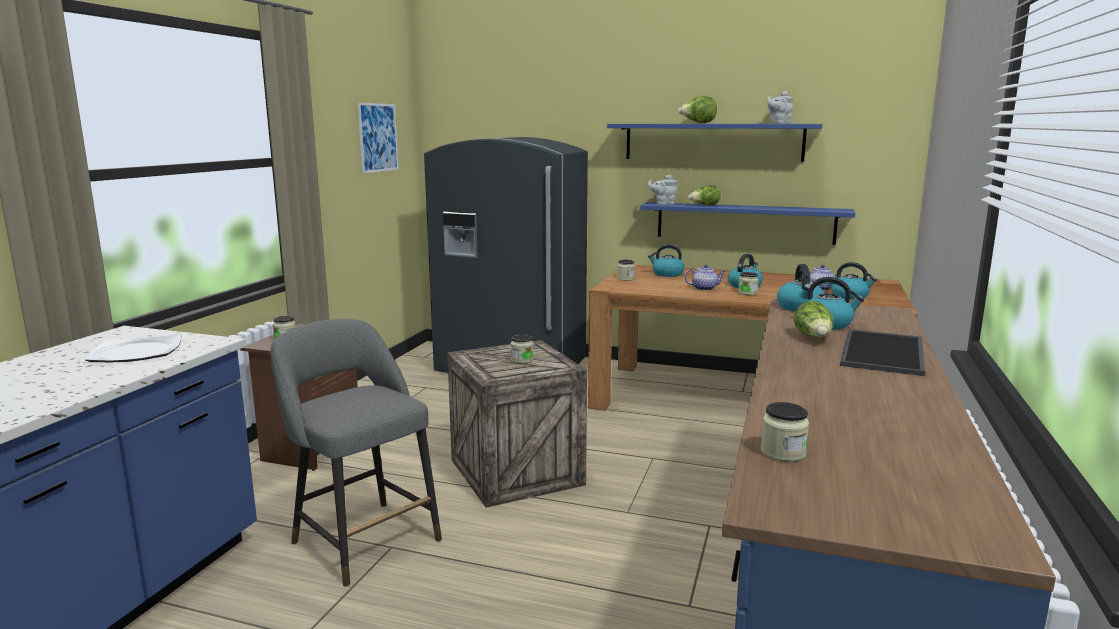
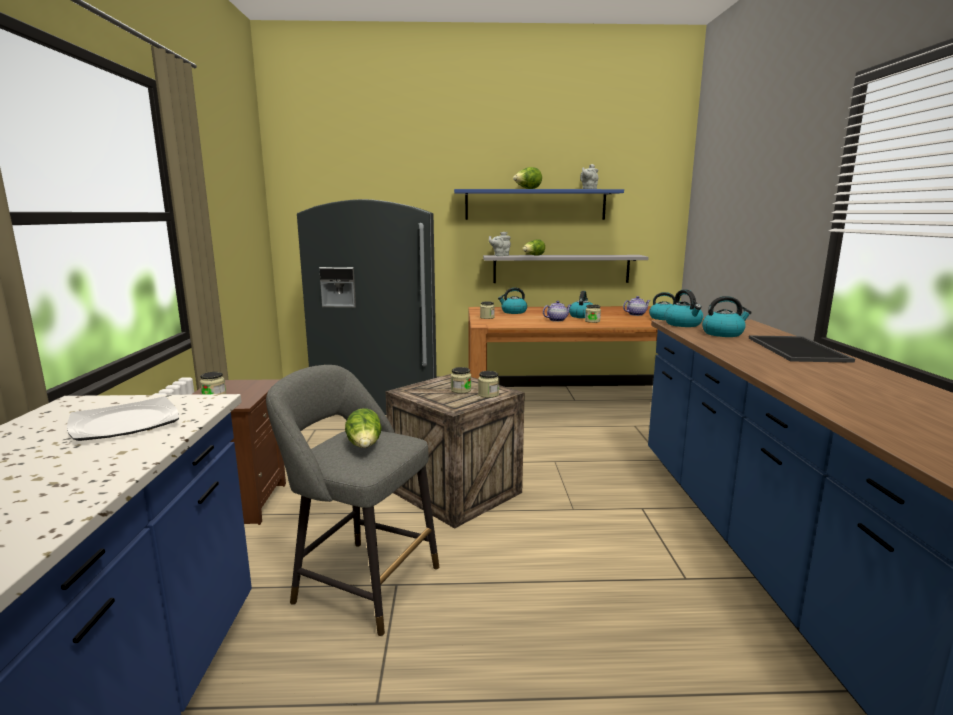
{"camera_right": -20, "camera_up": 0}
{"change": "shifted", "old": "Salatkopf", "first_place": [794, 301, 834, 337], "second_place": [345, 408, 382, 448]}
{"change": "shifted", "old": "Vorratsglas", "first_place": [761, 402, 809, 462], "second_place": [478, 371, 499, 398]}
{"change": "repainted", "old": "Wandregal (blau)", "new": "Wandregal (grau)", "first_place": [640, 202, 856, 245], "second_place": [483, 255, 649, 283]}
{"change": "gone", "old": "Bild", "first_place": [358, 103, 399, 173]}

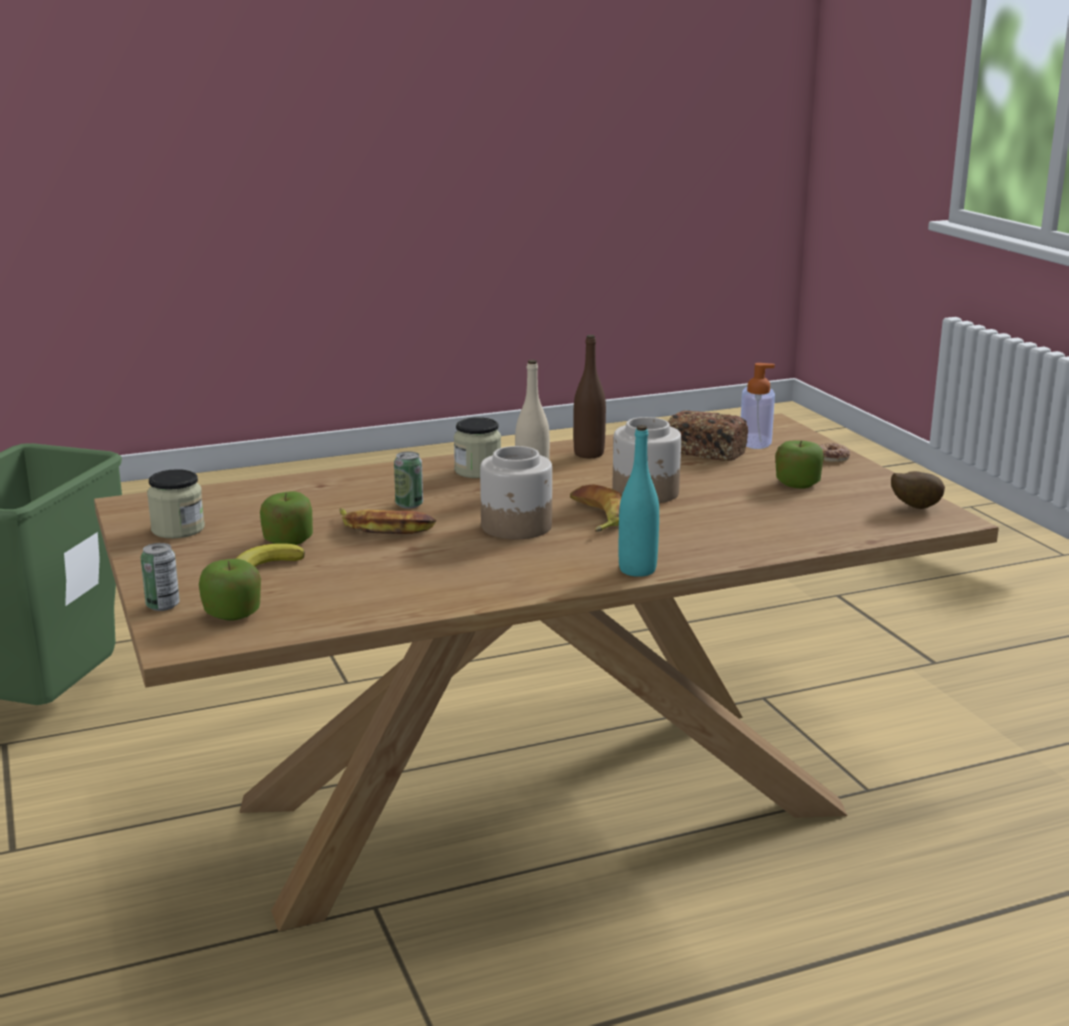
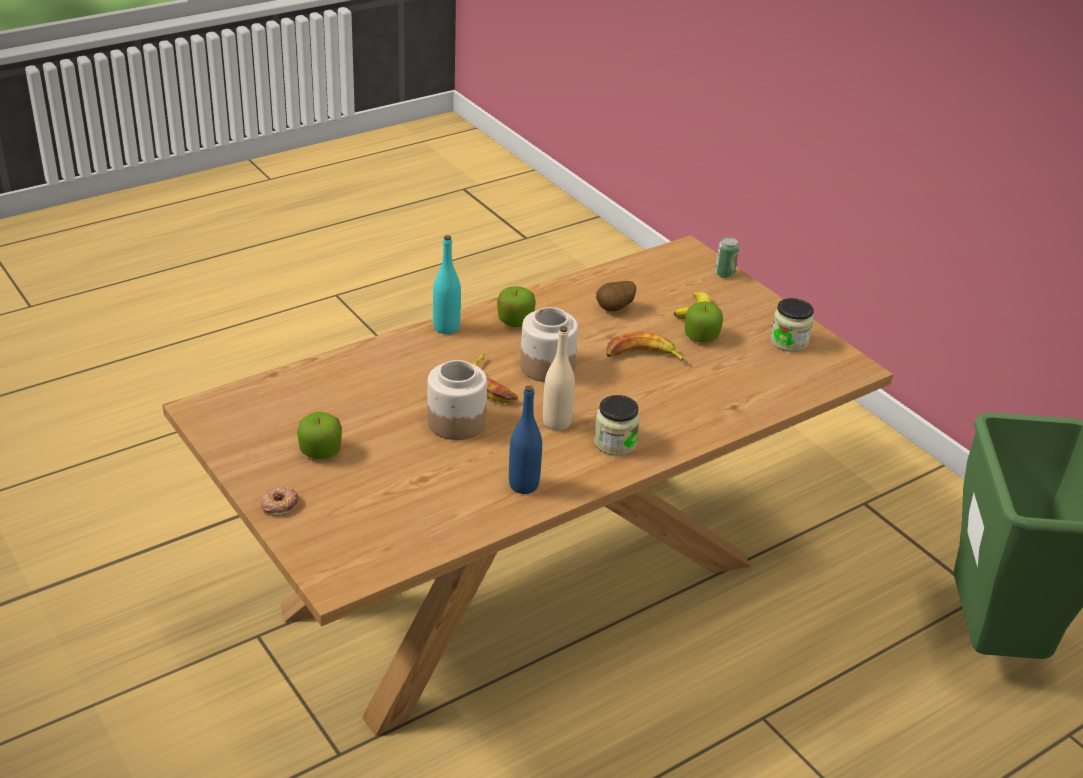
{"camera_right": 165, "camera_up": 15}
{"change": "shifted", "old": "Apfel", "first_place": [199, 559, 261, 620], "second_place": [497, 286, 536, 327]}
{"change": "repainted", "old": "Flasche (braun)", "new": "Flasche (blau)", "first_place": [573, 335, 606, 458], "second_place": [509, 385, 542, 494]}
{"change": "shifted", "old": "Kartoffel", "first_place": [891, 471, 945, 509], "second_place": [596, 281, 636, 312]}
{"change": "gone", "old": "Dose", "first_place": [394, 451, 423, 509]}
{"change": "gone", "old": "Brot", "first_place": [668, 410, 748, 461]}
{"change": "gone", "old": "Seifenspender", "first_place": [741, 363, 775, 449]}

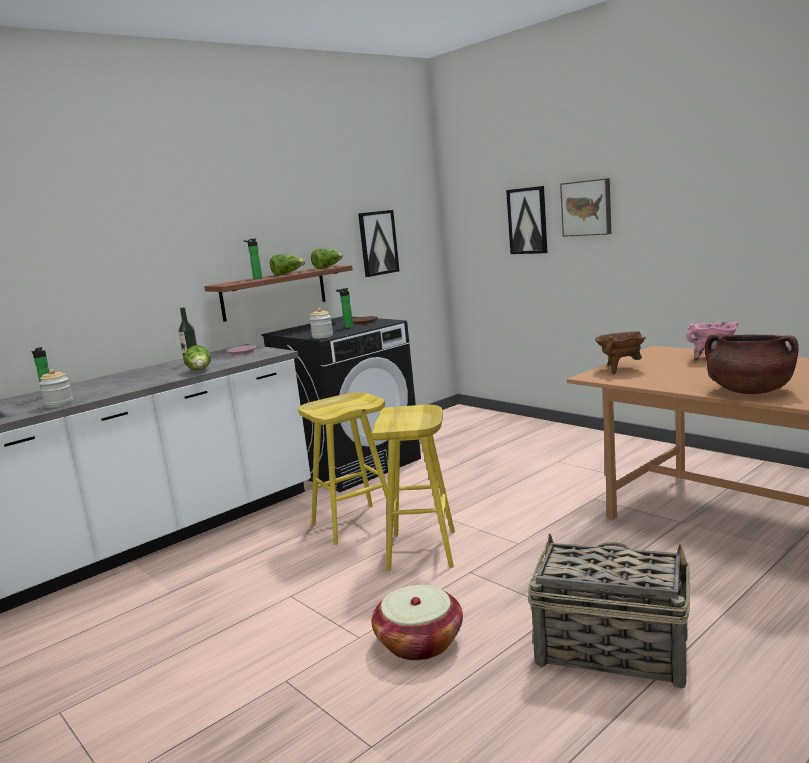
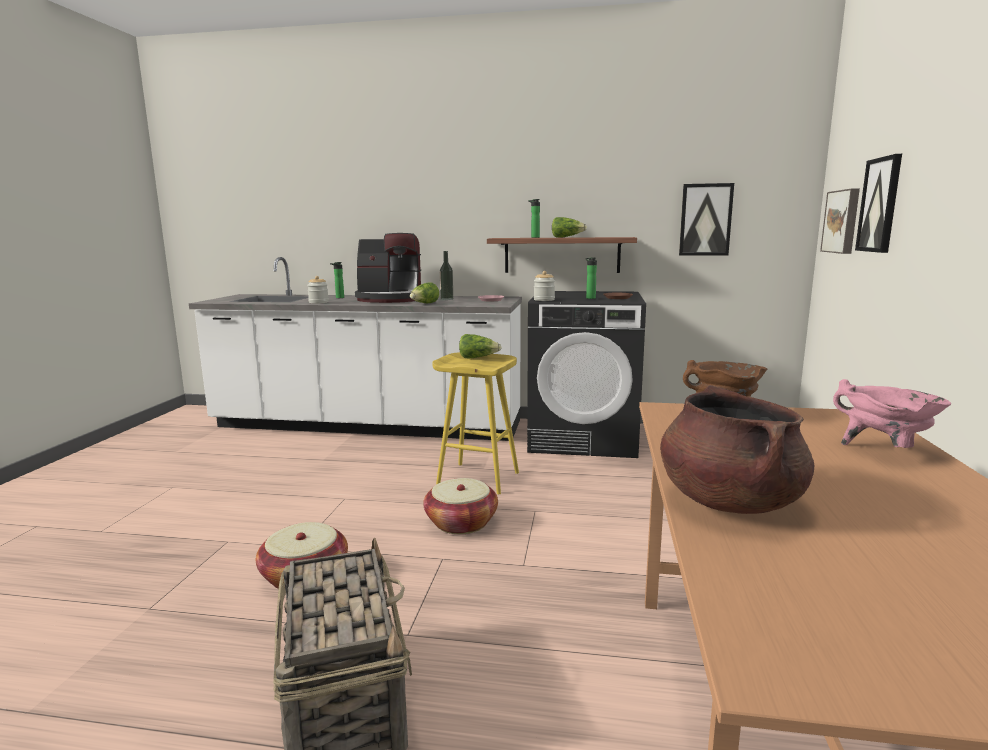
{"camera_right": 50, "camera_up": 0}
{"change": "new", "new": "Kaffeemaschine", "second_place": [355, 233, 421, 303]}
{"change": "swapped", "old": "Hocker (gelb)", "new": "Korb", "first_place": [371, 405, 455, 571], "second_place": [423, 478, 498, 534]}
{"change": "shifted", "old": "Salatkopf", "first_place": [311, 249, 343, 269], "second_place": [459, 334, 502, 358]}
{"change": "shifted", "old": "Bild", "first_place": [560, 178, 611, 237], "second_place": [820, 188, 860, 254]}

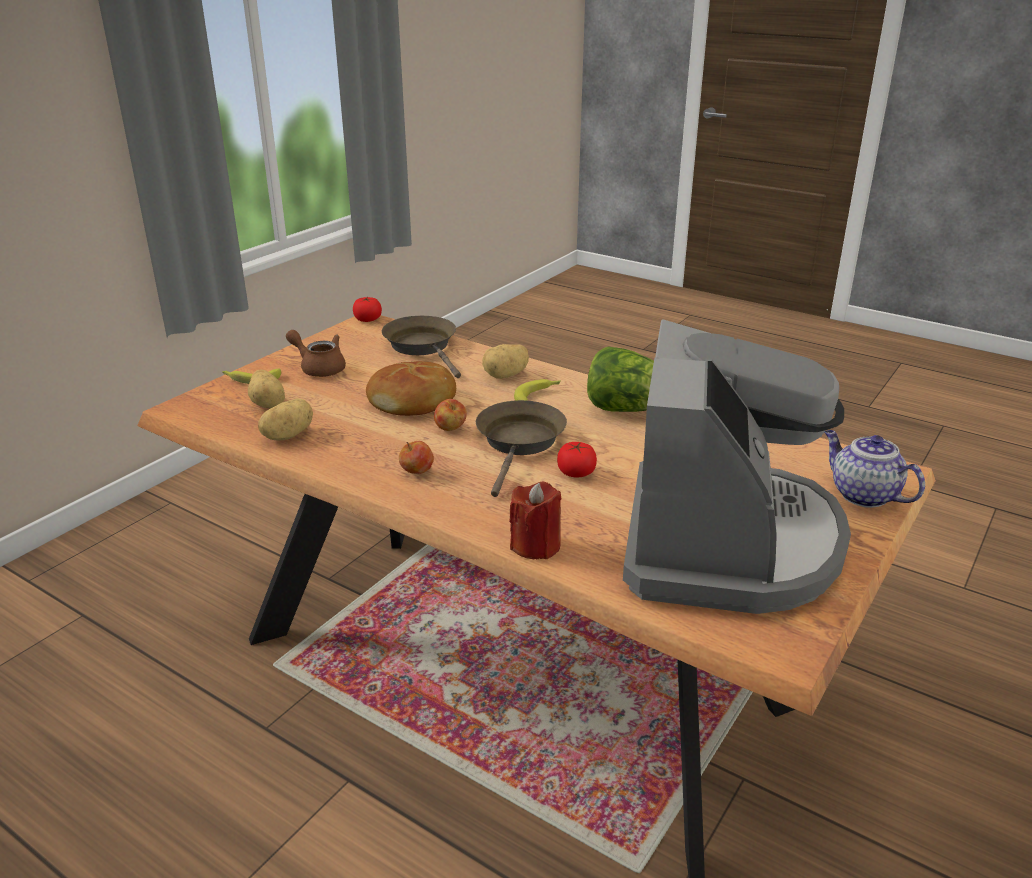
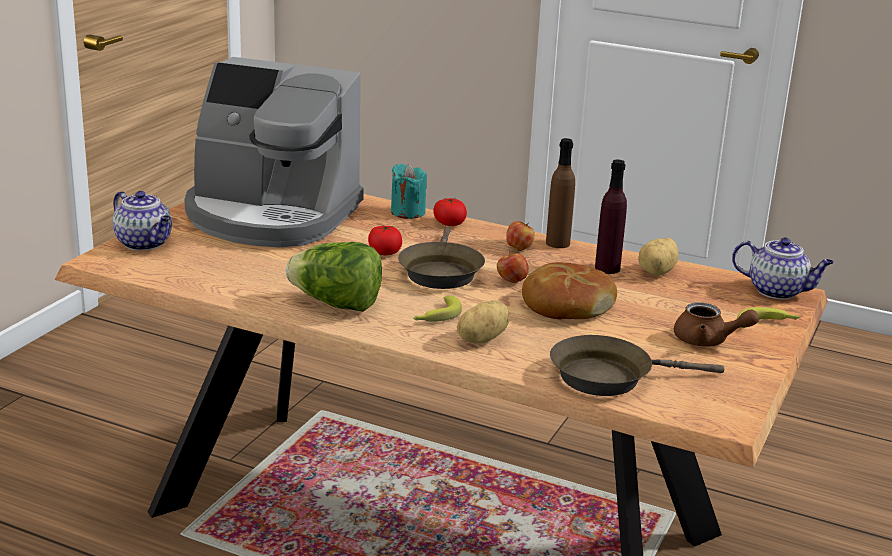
{"camera_right": 170, "camera_up": -5}
{"change": "rotated", "old": "Kaffeemaschine", "first_place": [623, 319, 851, 614], "second_place": [184, 57, 364, 247], "degrees": -75}
{"change": "repainted", "old": "Kerze (rot)", "new": "Kerze (türkis)", "first_place": [509, 482, 562, 559], "second_place": [391, 164, 427, 219]}
{"change": "shifted", "old": "Tomate", "first_place": [353, 297, 382, 322], "second_place": [433, 198, 467, 226]}
{"change": "new", "new": "Flasche (braun)", "second_place": [546, 138, 575, 248]}
{"change": "rotated", "old": "Pfanne (braun)", "first_place": [382, 316, 461, 378], "second_place": [550, 335, 724, 396], "degrees": 120}
{"change": "new", "new": "Flasche (lila)", "second_place": [595, 160, 627, 274]}
{"change": "new", "new": "Teekanne", "second_place": [732, 238, 834, 299]}
{"change": "gone", "old": "Kartoffel", "first_place": [248, 370, 285, 408]}

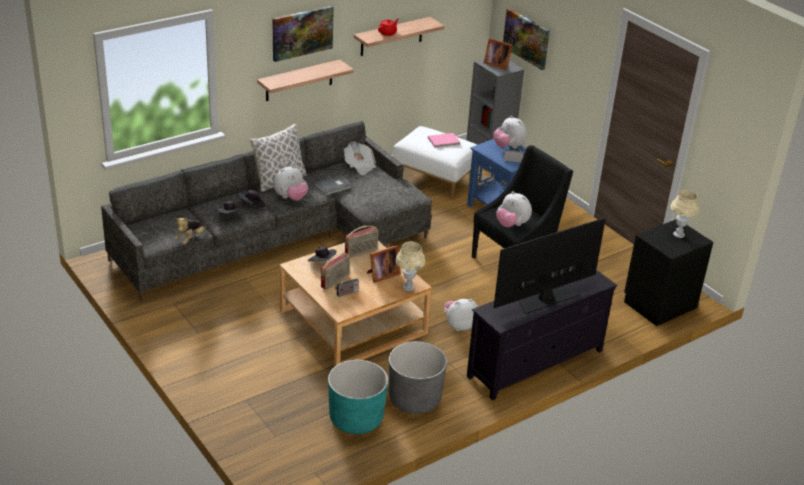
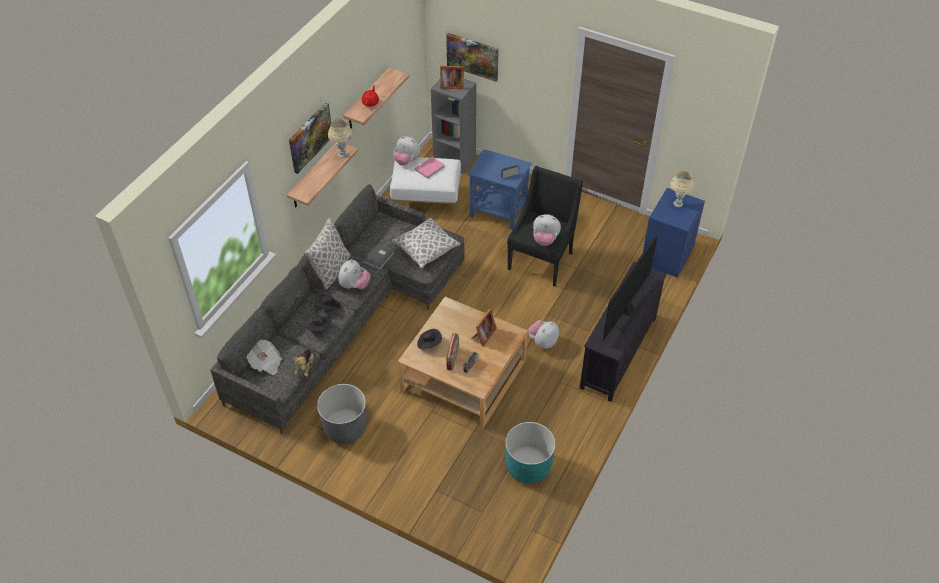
{"camera_right": -25, "camera_up": 15}
{"change": "shifted", "old": "Zeitung", "first_place": [344, 142, 376, 175], "second_place": [246, 340, 283, 375]}
{"change": "shifted", "old": "Pflanzkübel (grau)", "first_place": [389, 341, 447, 414], "second_place": [317, 384, 367, 444]}
{"change": "shifted", "old": "Tischlampe (beige)", "first_place": [396, 241, 425, 291], "second_place": [328, 118, 353, 158]}
{"change": "new", "new": "Kissen", "second_place": [392, 218, 460, 269]}
{"change": "shifted", "old": "Plüschtier", "first_place": [493, 115, 527, 149], "second_place": [393, 136, 420, 165]}
{"change": "repainted", "old": "Nachttisch (schwarz)", "new": "Nachttisch (blau)", "first_place": [624, 219, 713, 326], "second_place": [642, 188, 705, 277]}
{"change": "gone", "old": "Radio", "first_place": [345, 226, 378, 258]}

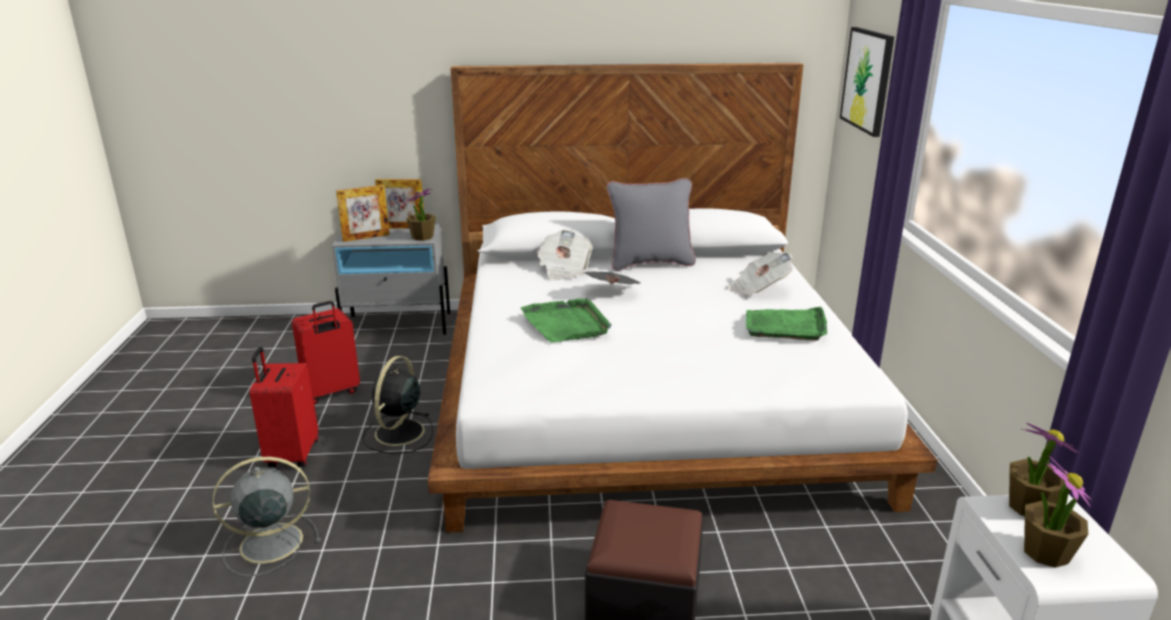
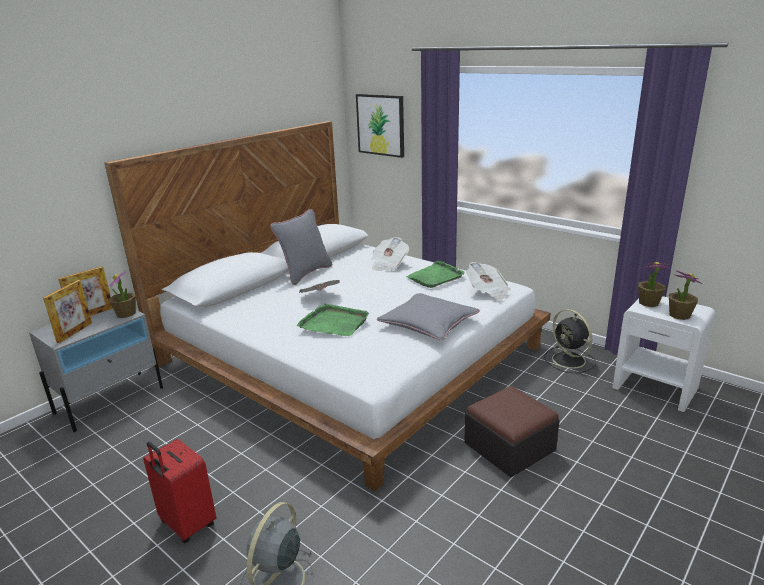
{"camera_right": -45, "camera_up": 0}
{"change": "new", "new": "Kissen (grau)", "second_place": [377, 293, 480, 340]}
{"change": "shifted", "old": "Zeitung", "first_place": [537, 229, 593, 280], "second_place": [466, 262, 511, 301]}
{"change": "shifted", "old": "Ventilator (schwarz)", "first_place": [362, 356, 433, 453], "second_place": [544, 309, 596, 373]}
{"change": "gone", "old": "Koffer (rot)", "first_place": [292, 301, 360, 405]}

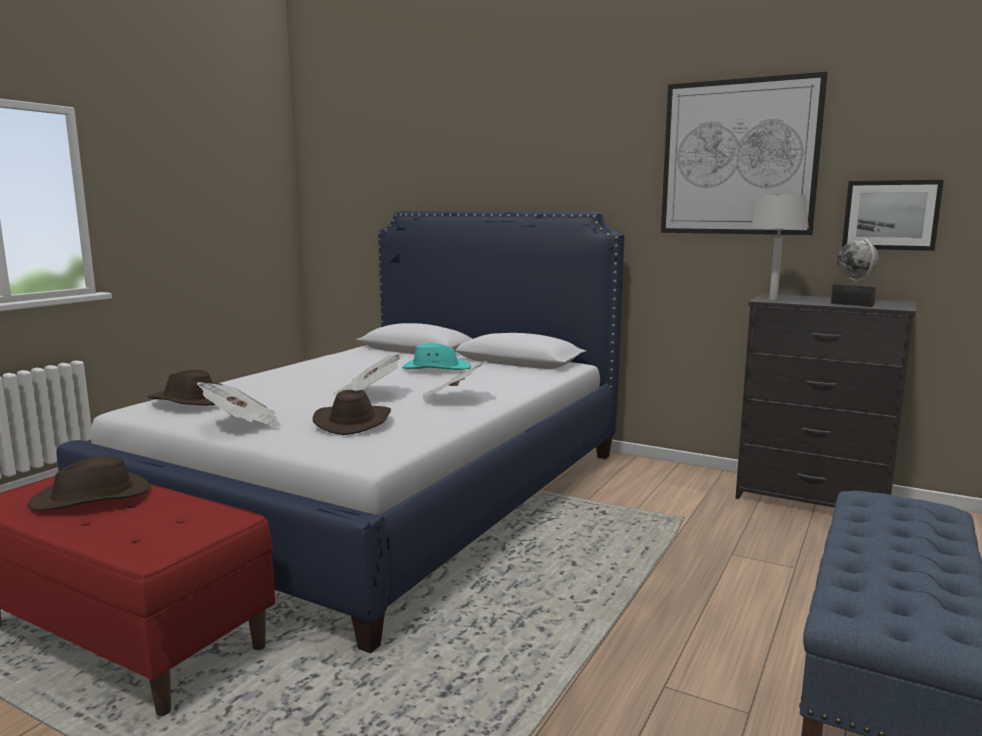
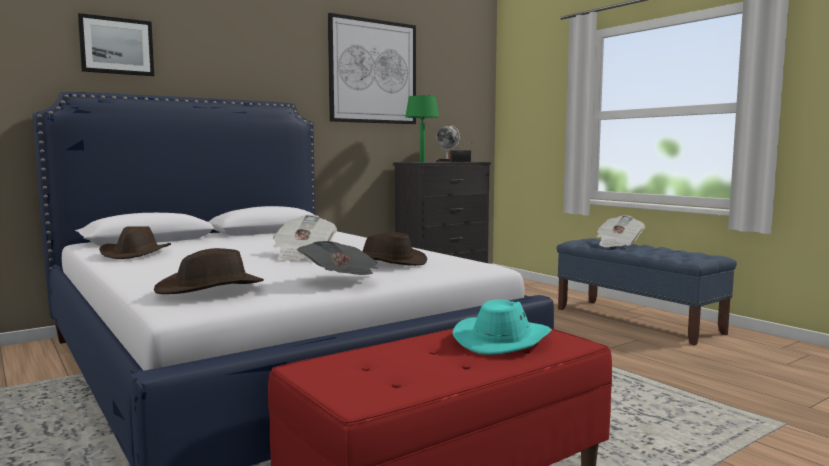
{"camera_right": -65, "camera_up": -5}
{"change": "shifted", "old": "Bild", "first_place": [842, 180, 944, 251], "second_place": [78, 13, 154, 76]}
{"change": "shifted", "old": "Hut (braun)", "first_place": [27, 456, 151, 511], "second_place": [99, 226, 171, 259]}
{"change": "repainted", "old": "Tischlampe (grau)", "new": "Tischlampe (grün)", "first_place": [751, 195, 809, 300], "second_place": [405, 95, 439, 162]}
{"change": "shifted", "old": "Hut (türkis)", "first_place": [402, 343, 471, 370], "second_place": [452, 299, 552, 355]}
{"change": "shifted", "old": "Zeitung", "first_place": [423, 361, 487, 399], "second_place": [596, 215, 645, 247]}

